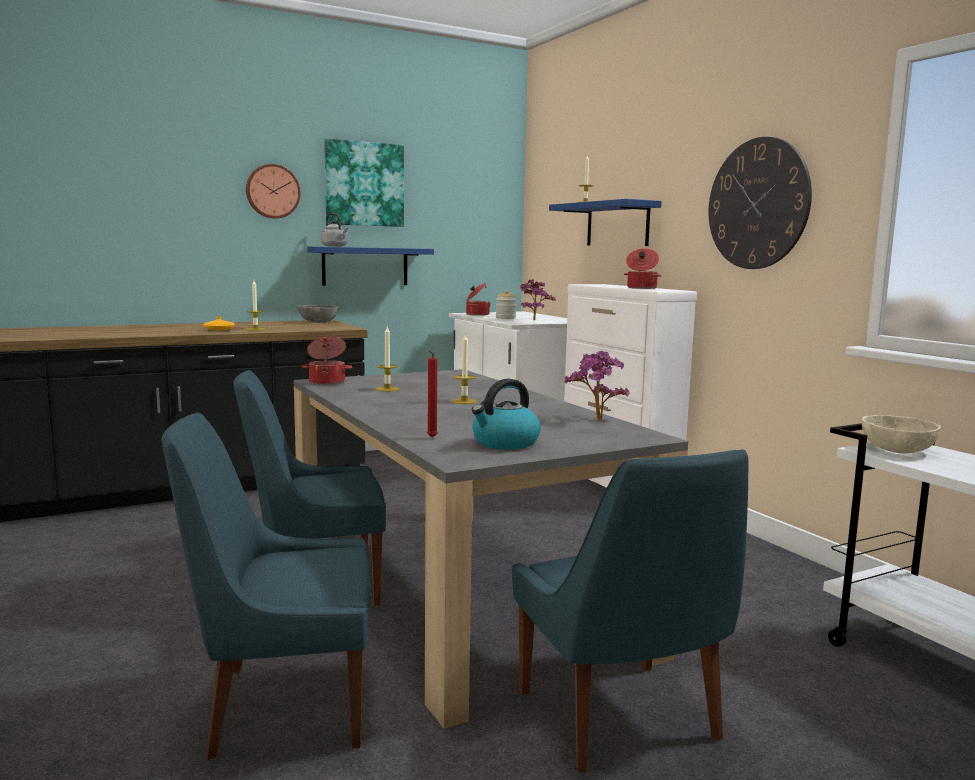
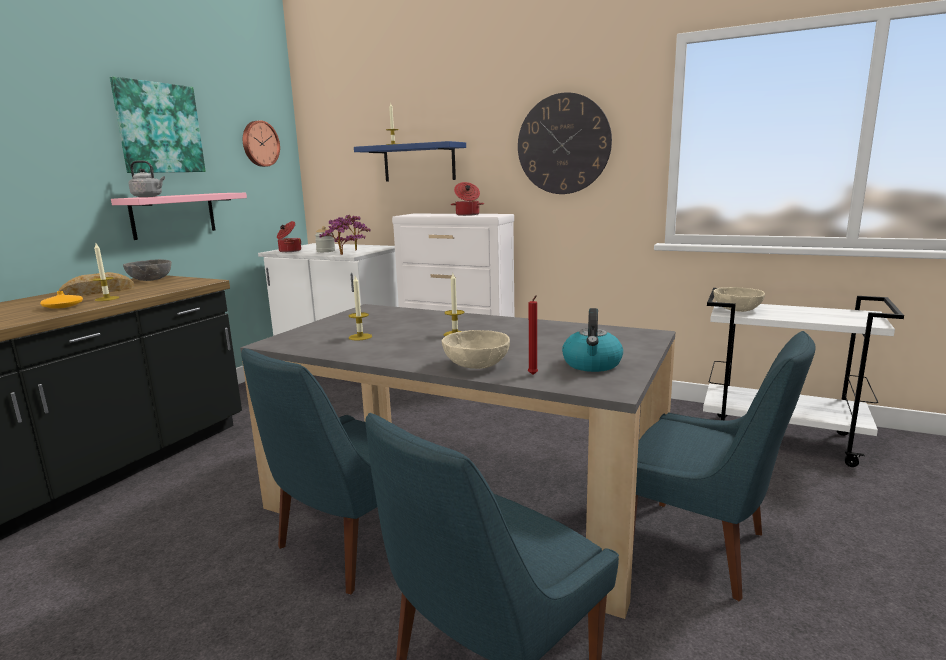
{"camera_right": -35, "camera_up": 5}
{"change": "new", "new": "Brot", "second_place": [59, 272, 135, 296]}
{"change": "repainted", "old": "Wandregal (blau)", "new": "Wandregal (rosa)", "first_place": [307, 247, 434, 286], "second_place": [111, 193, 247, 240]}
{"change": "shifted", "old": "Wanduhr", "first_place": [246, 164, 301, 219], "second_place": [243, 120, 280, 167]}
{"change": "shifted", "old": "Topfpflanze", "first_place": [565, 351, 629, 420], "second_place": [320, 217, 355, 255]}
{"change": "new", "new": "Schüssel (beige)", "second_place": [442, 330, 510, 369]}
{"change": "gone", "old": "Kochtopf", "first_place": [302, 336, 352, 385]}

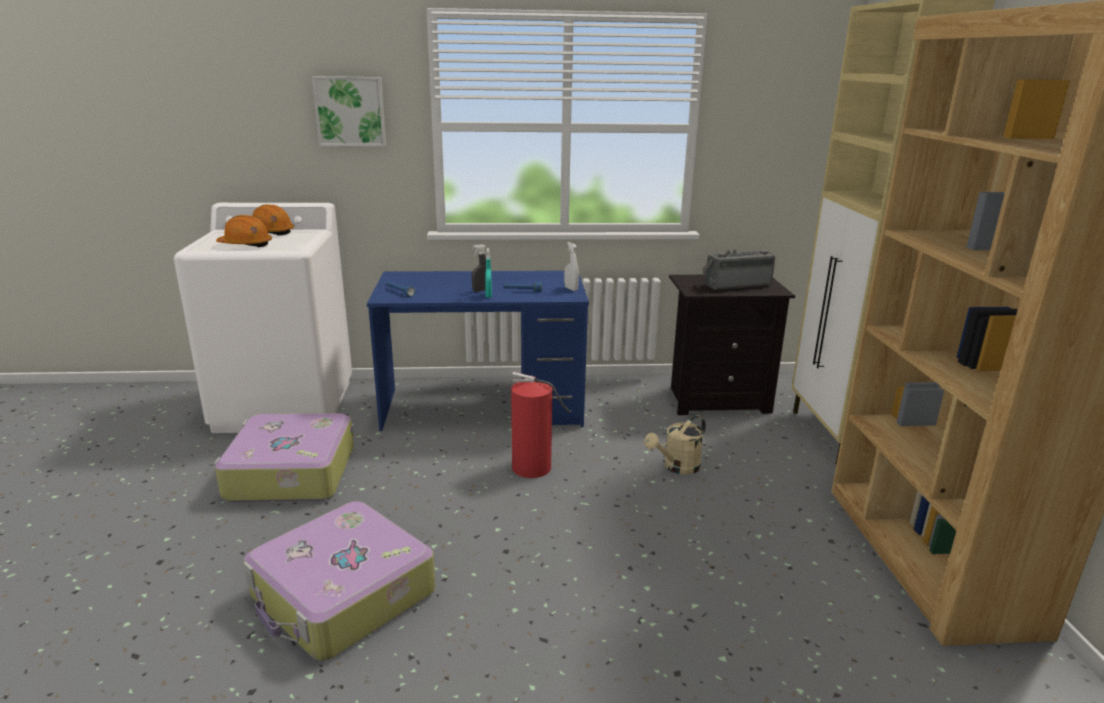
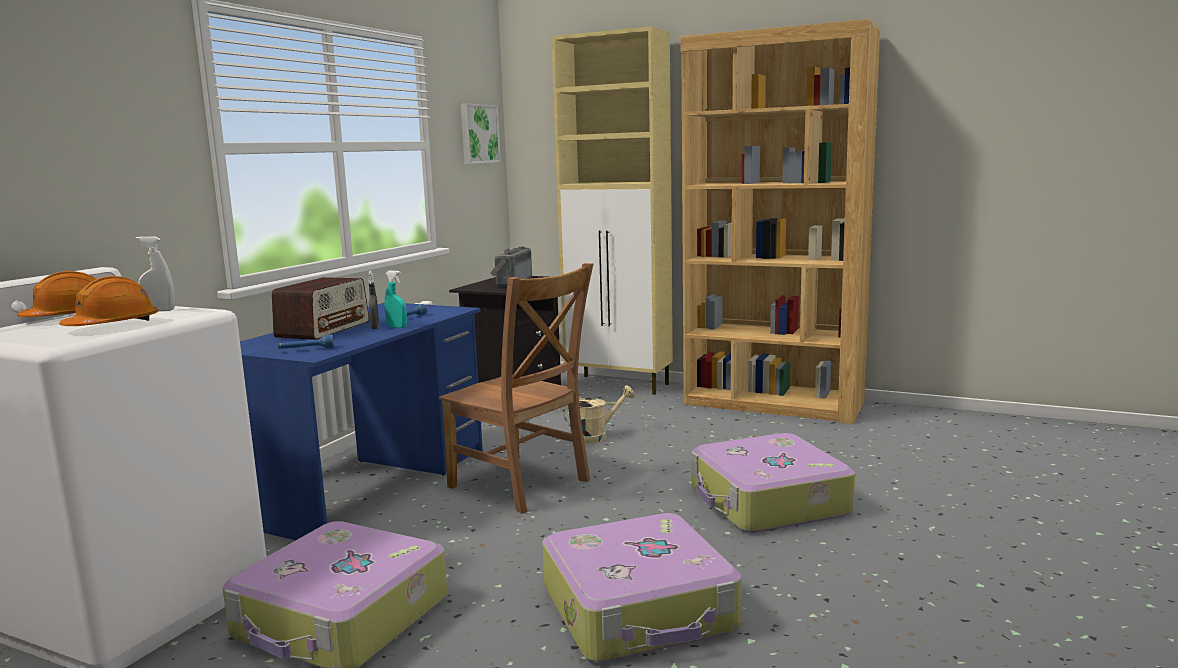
{"camera_right": -60, "camera_up": -10}
{"change": "shifted", "old": "Sprühflasche (weiß)", "first_place": [564, 242, 579, 291], "second_place": [136, 236, 175, 311]}
{"change": "new", "new": "Radio", "second_place": [272, 277, 369, 340]}
{"change": "swapped", "old": "Feuerlöscher", "new": "Stuhl (braun)", "first_place": [511, 372, 571, 478], "second_place": [439, 263, 594, 514]}
{"change": "shifted", "old": "Bild", "first_place": [312, 76, 386, 146], "second_place": [461, 104, 501, 164]}
{"change": "rotated", "old": "Gießkanne (beige)", "first_place": [644, 415, 706, 475], "second_place": [562, 385, 635, 444], "degrees": -105}
{"change": "new", "new": "Koffer", "second_place": [691, 433, 855, 533]}

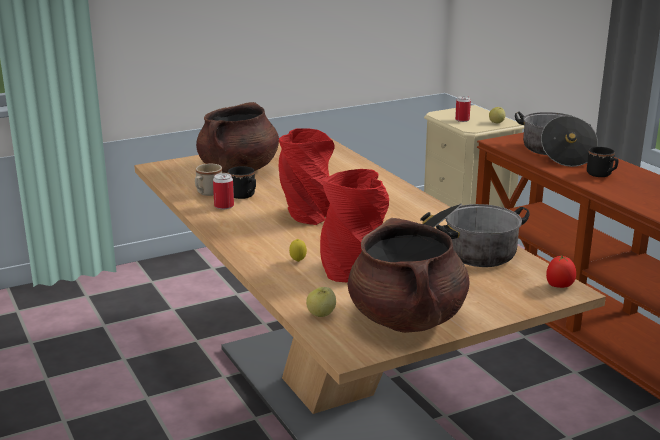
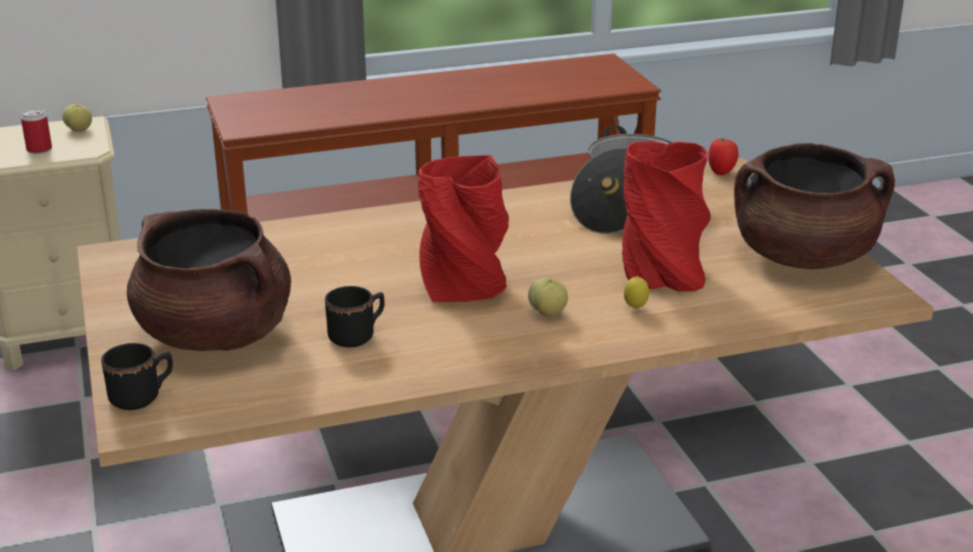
{"camera_right": -80, "camera_up": 5}
{"change": "shifted", "old": "Henkelbecher (schwarz)", "first_place": [587, 147, 619, 177], "second_place": [101, 343, 173, 410]}
{"change": "shifted", "old": "Apfel", "first_place": [306, 287, 336, 317], "second_place": [528, 278, 568, 317]}
{"change": "gone", "old": "Henkelbecher (beige)", "first_place": [195, 164, 222, 196]}
{"change": "gone", "old": "Dose", "first_place": [213, 173, 234, 209]}
{"change": "gone", "old": "Kochtopf", "first_place": [515, 112, 598, 167]}

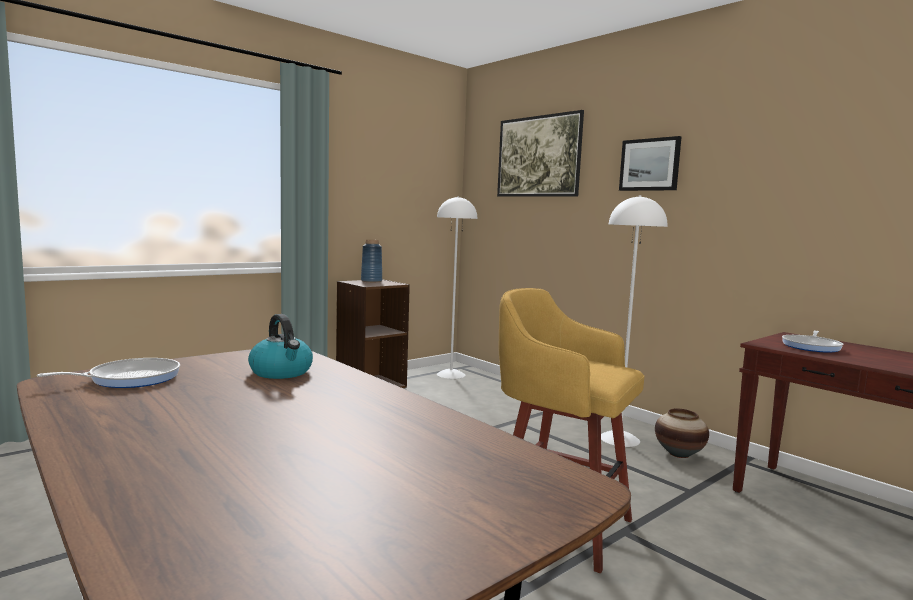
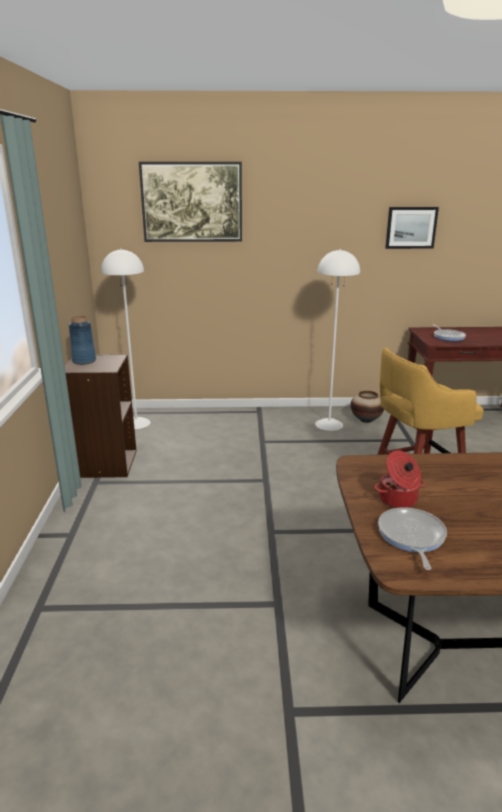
{"camera_right": -50, "camera_up": 15}
{"change": "new", "new": "Kochtopf", "second_place": [374, 451, 425, 508]}
{"change": "shifted", "old": "Bild", "first_place": [619, 136, 681, 191], "second_place": [385, 207, 439, 249]}
{"change": "gone", "old": "Wasserkessel", "first_place": [248, 314, 313, 379]}

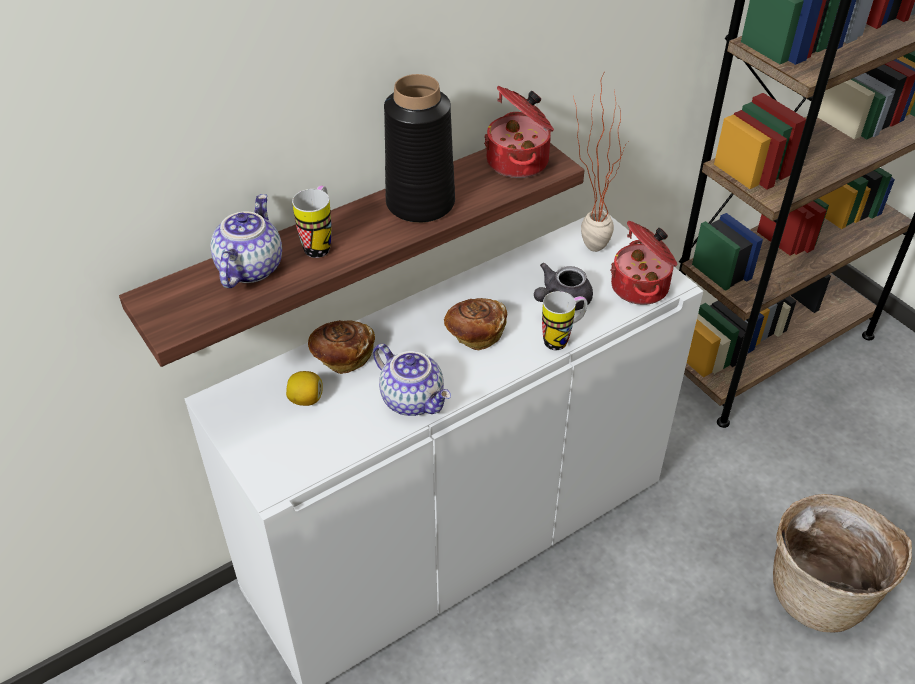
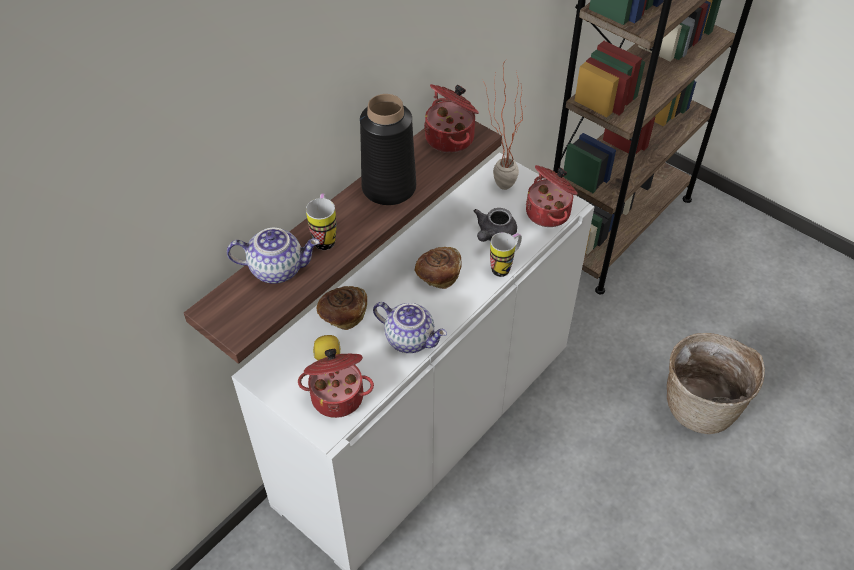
{"camera_right": -15, "camera_up": 5}
{"change": "rotated", "old": "Teekanne", "first_place": [210, 194, 282, 288], "second_place": [227, 228, 320, 284], "degrees": 90}
{"change": "new", "new": "Kochtopf", "second_place": [298, 349, 374, 418]}

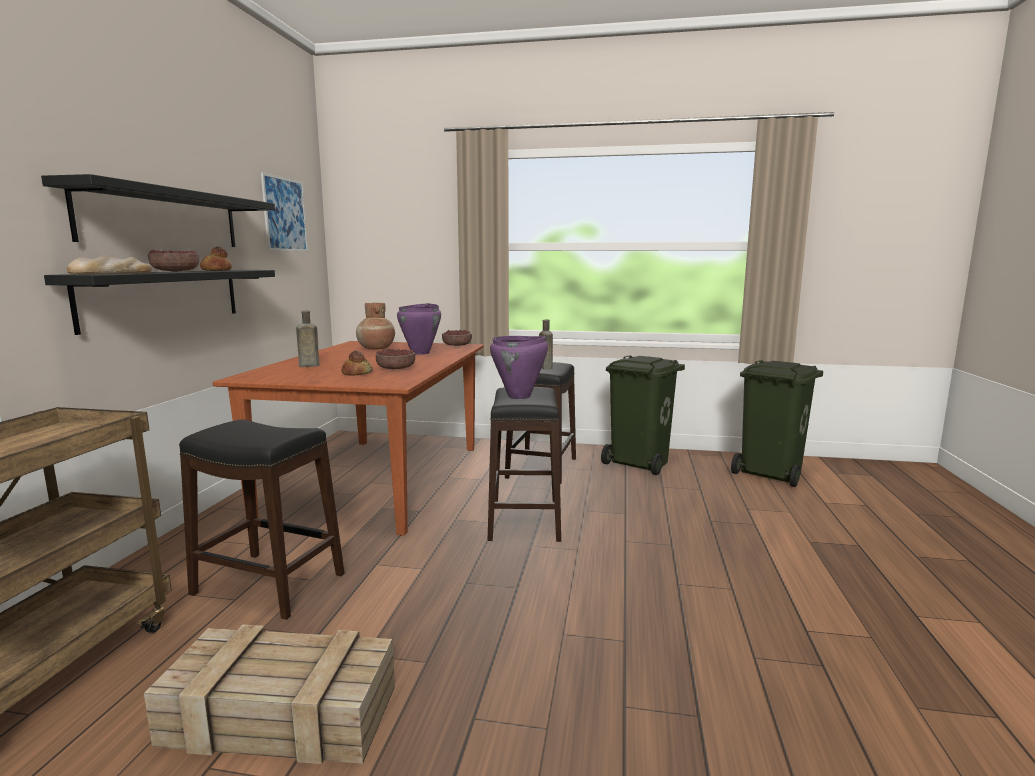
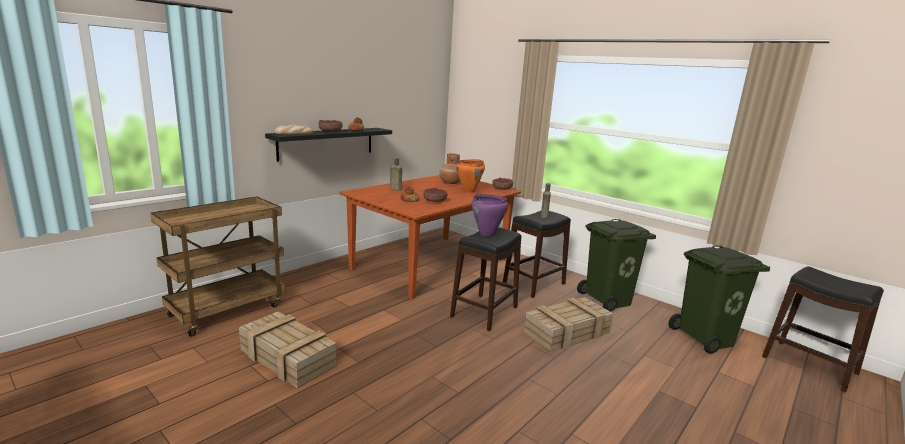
{"camera_right": 30, "camera_up": 5}
{"change": "repainted", "old": "Kochtopf (lila)", "new": "Kochtopf (orange)", "first_place": [397, 303, 441, 355], "second_place": [456, 159, 485, 193]}
{"change": "new", "new": "Kiste", "second_place": [524, 297, 613, 352]}
{"change": "shifted", "old": "Hocker (schwarz)", "first_place": [179, 419, 345, 620], "second_place": [762, 266, 884, 393]}
{"change": "gone", "old": "Wandregal (schwarz)", "first_place": [41, 174, 275, 247]}
{"change": "gone", "old": "Bild", "first_place": [261, 172, 308, 252]}

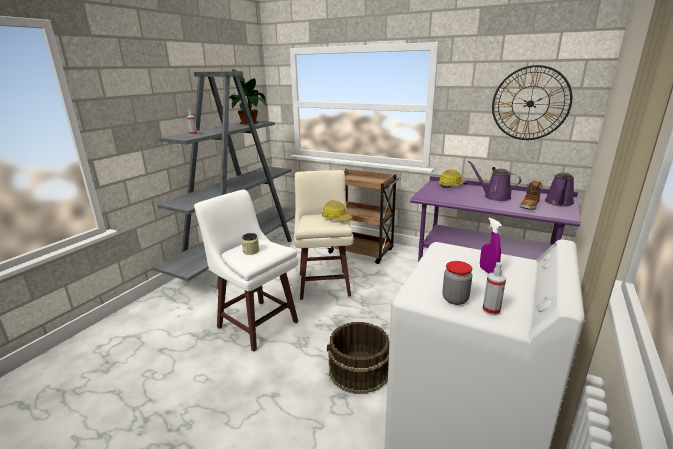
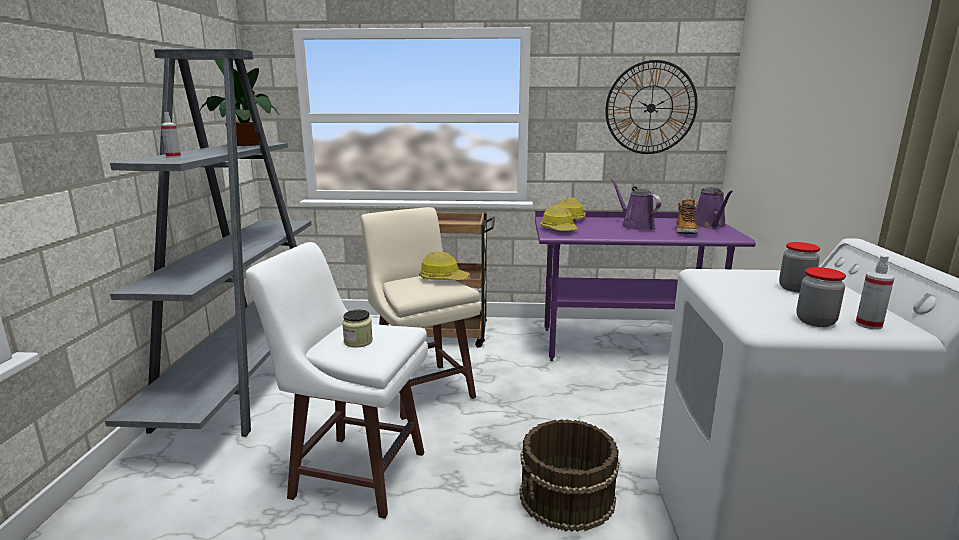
{"camera_right": -25, "camera_up": -5}
{"change": "new", "new": "Schutzhelm", "second_place": [540, 205, 578, 231]}
{"change": "rotated", "old": "Gießkanne (lila)", "first_place": [468, 160, 521, 201], "second_place": [611, 179, 661, 230], "degrees": 45}
{"change": "swapped", "old": "Sprühflasche (lila)", "new": "Vorratsglas", "first_place": [480, 218, 502, 274], "second_place": [779, 242, 820, 292]}

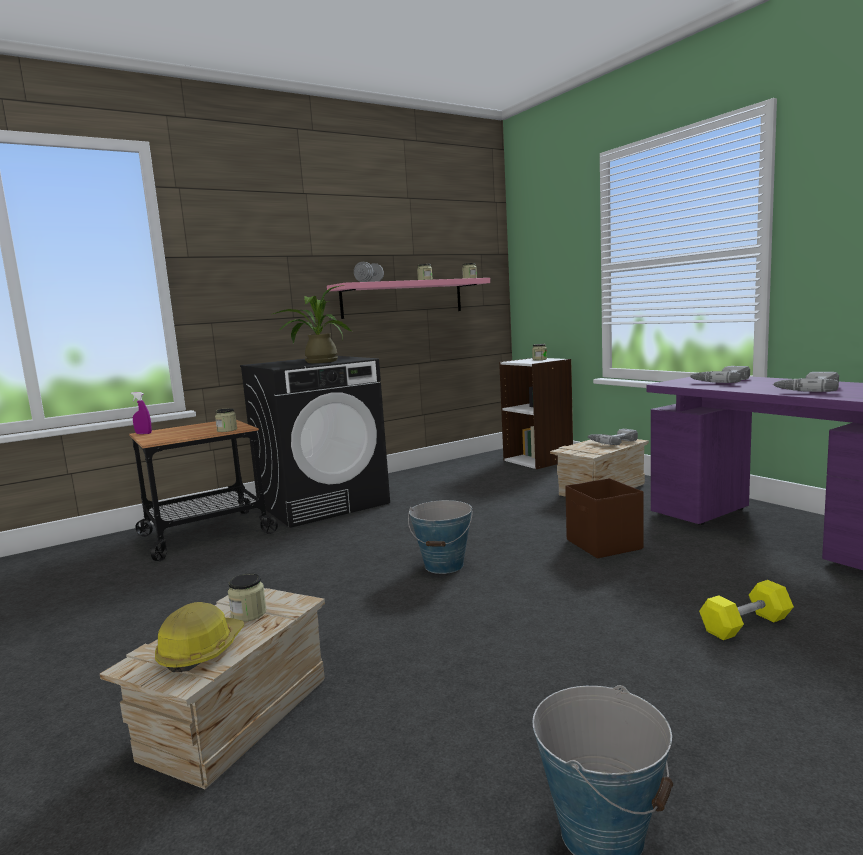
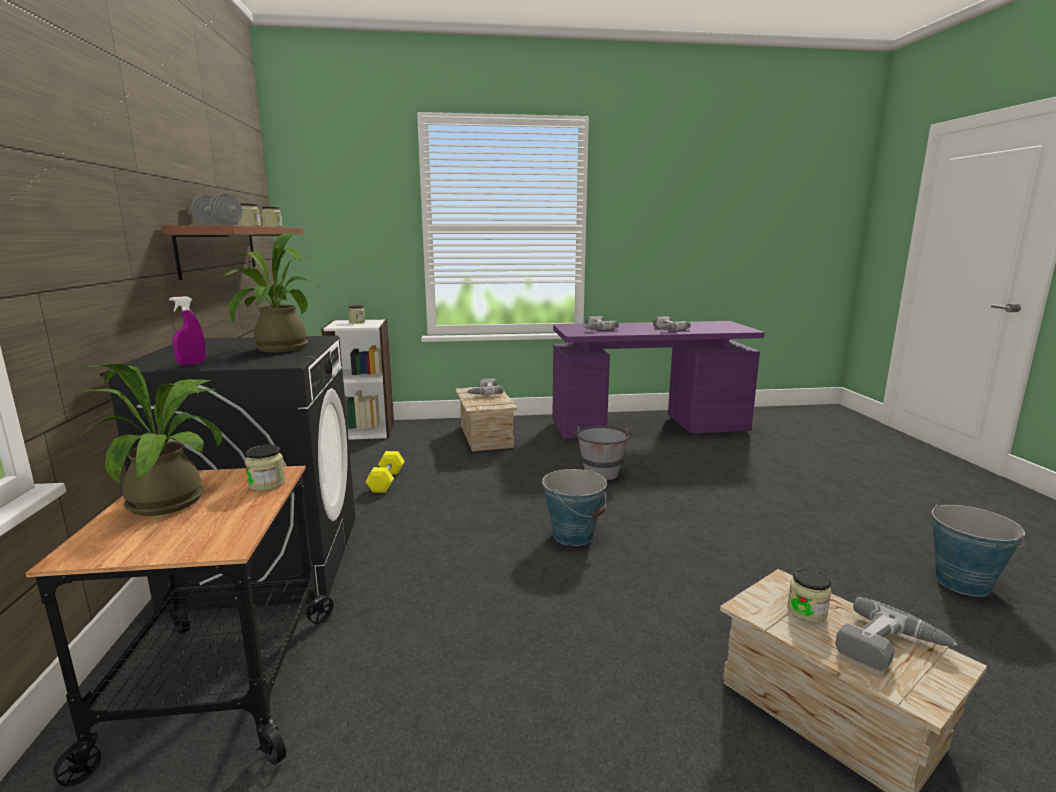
{"camera_right": -65, "camera_up": 5}
{"change": "new", "new": "Topfpflanze", "second_place": [80, 364, 222, 516]}
{"change": "repainted", "old": "Wandregal (rosa)", "new": "Wandregal (braun)", "first_place": [327, 278, 490, 319], "second_place": [161, 225, 303, 280]}
{"change": "shifted", "old": "Sprühflasche (lila)", "first_place": [131, 392, 152, 434], "second_place": [169, 296, 206, 365]}
{"change": "shifted", "old": "Hantel (gelb)", "first_place": [699, 580, 794, 640], "second_place": [365, 451, 405, 493]}
{"change": "swapped", "old": "Aufbewahrungsbox (braun)", "new": "Eimer (grau)", "first_place": [565, 478, 643, 558], "second_place": [573, 426, 631, 481]}
{"change": "swapped", "old": "Schutzhelm", "new": "Bohrmaschine", "first_place": [155, 602, 244, 672], "second_place": [835, 597, 957, 670]}

